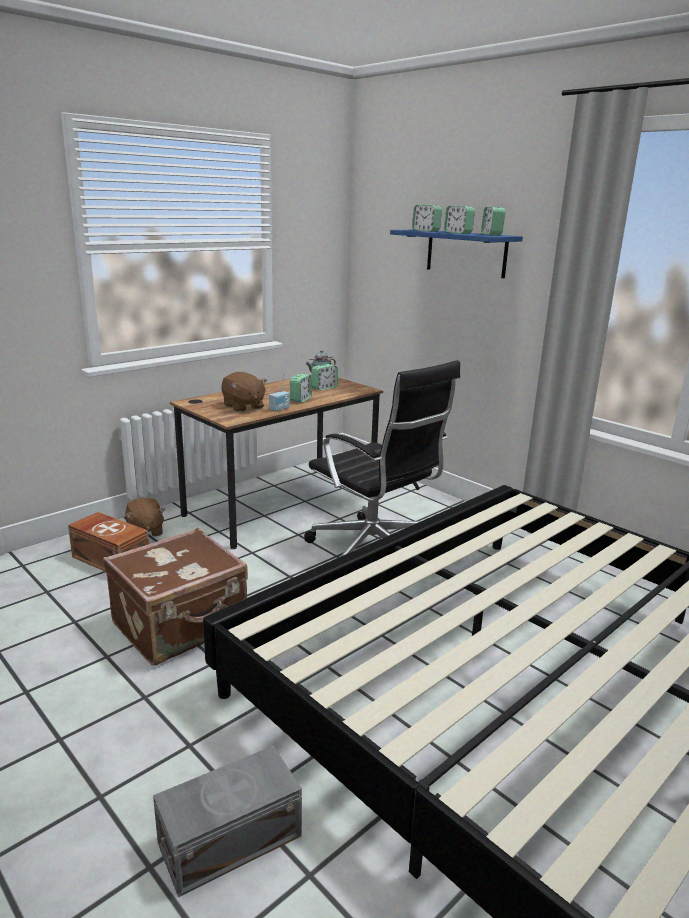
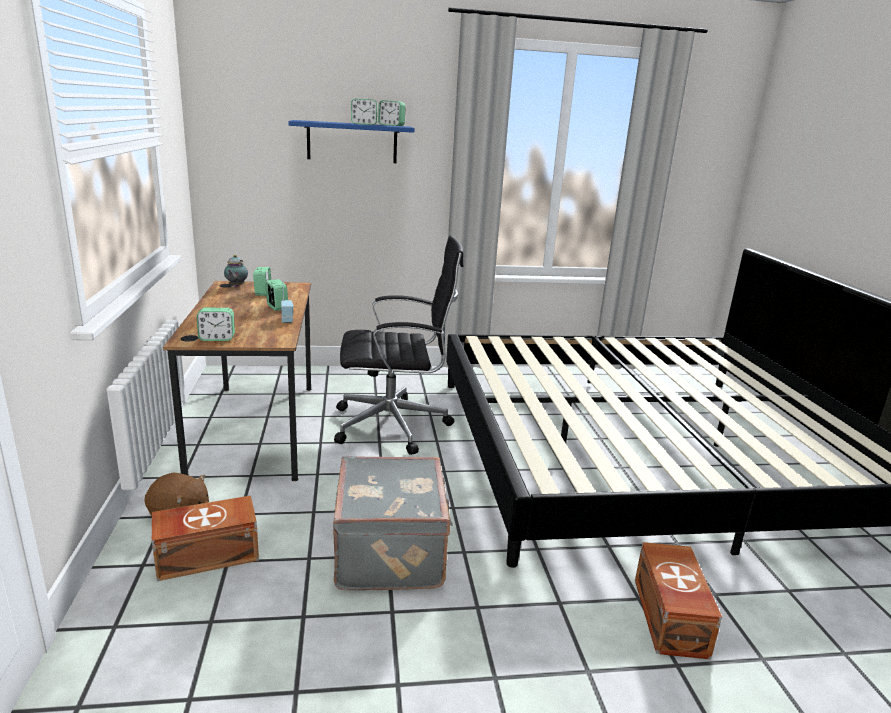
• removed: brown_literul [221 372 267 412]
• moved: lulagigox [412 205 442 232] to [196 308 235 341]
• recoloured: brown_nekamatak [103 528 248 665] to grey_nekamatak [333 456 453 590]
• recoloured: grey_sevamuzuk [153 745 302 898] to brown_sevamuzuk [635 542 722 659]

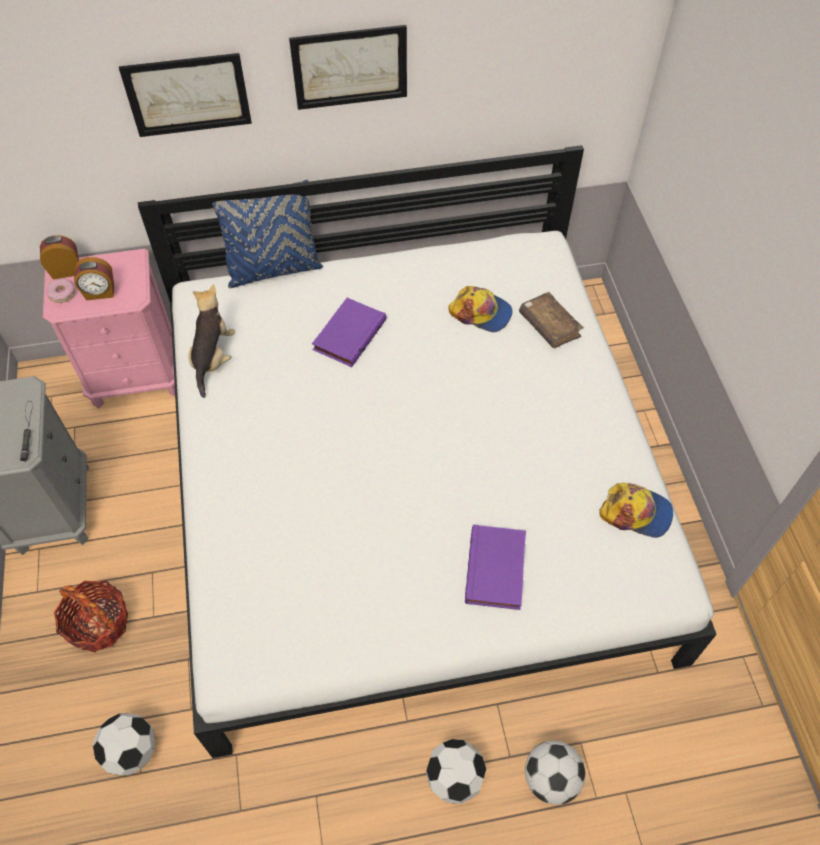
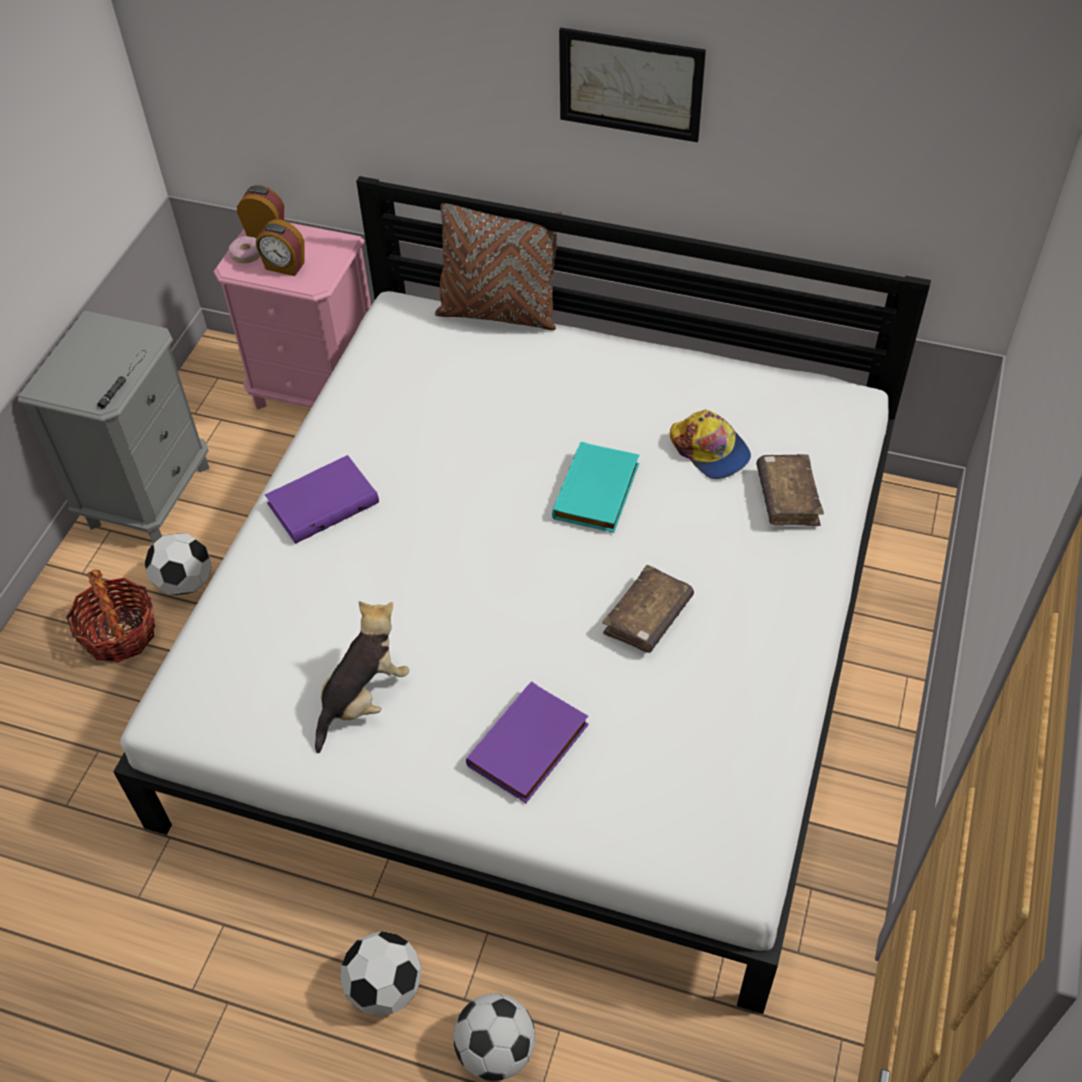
• removed: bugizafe [119 53 252 137]
• removed: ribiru [599 483 673 538]
• added: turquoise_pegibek [552 441 639 533]
• added: brown_pegibek [602 565 694 653]
• moved: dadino [93 713 155 775] to [145 533 212 595]
• moved: literul [188 285 235 398] to [315 601 409 753]
• moved: purple_pegibek [312 298 386 367] to [265 455 379 544]
• recoloured: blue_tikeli [212 180 323 288] to brown_tikeli [435 203 563 330]

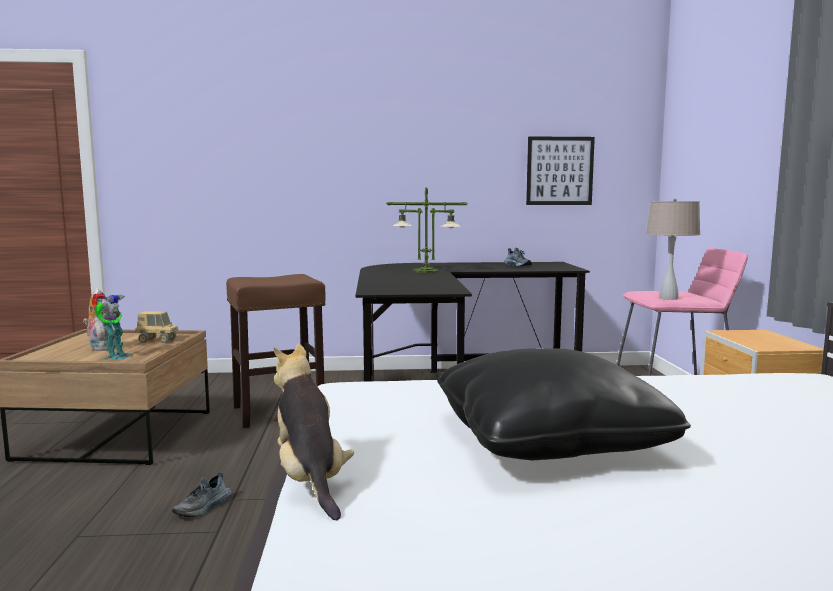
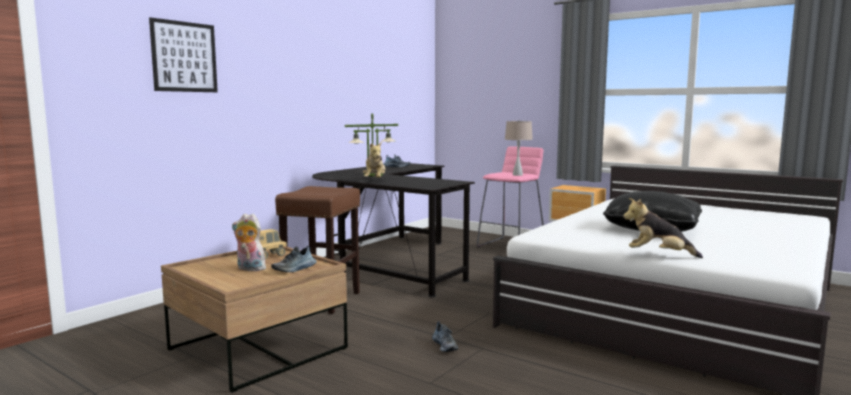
• added: literul [363 142 386 178]
• moved: bugizafe [526 136 595 205] to [149 17 218 92]
• replaced: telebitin [92 293 132 360] to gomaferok [271 246 317 272]

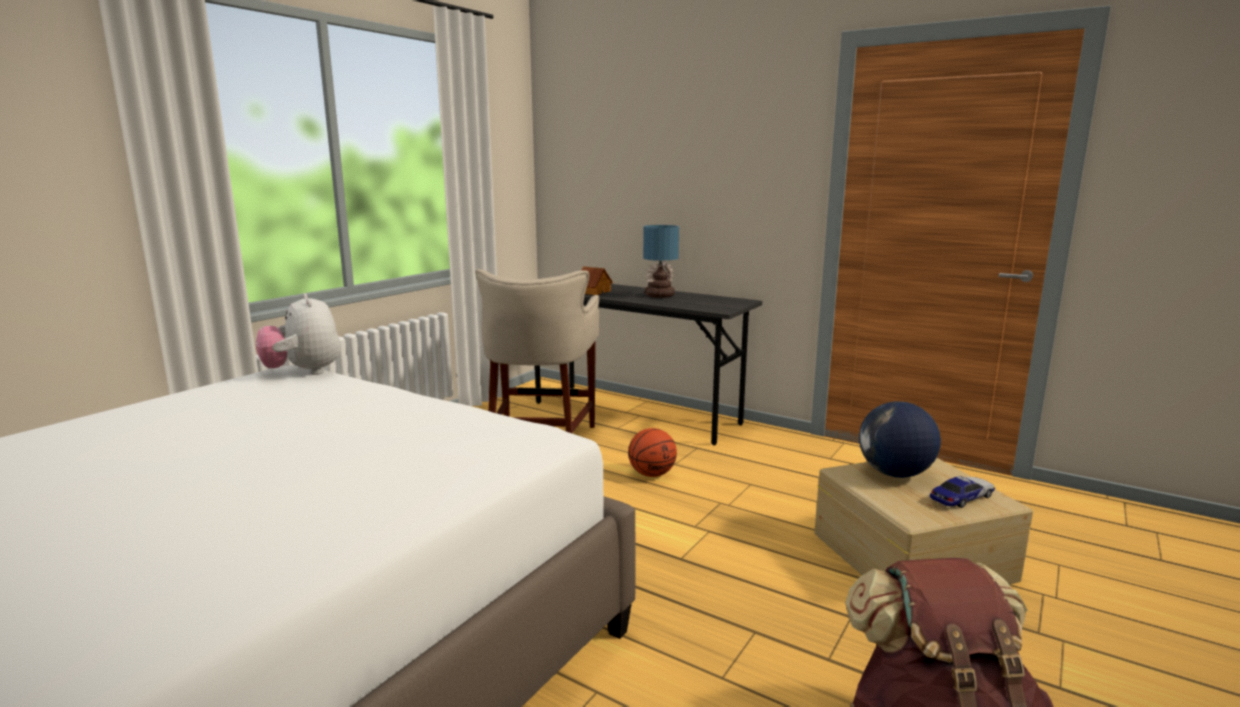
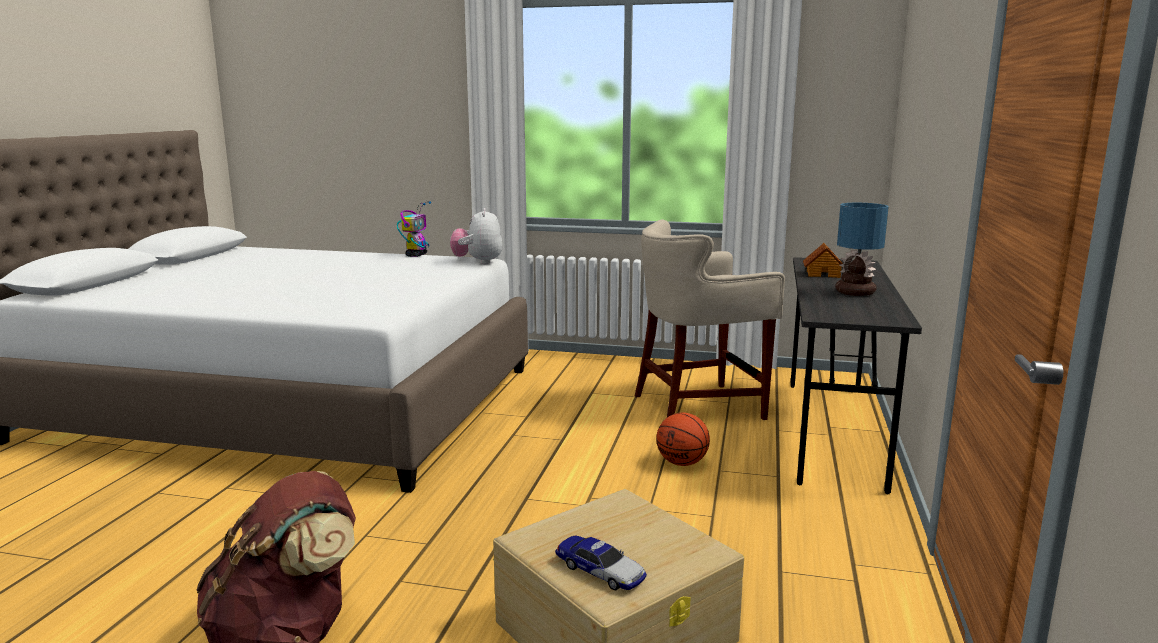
• removed: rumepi [859 401 941 478]
• added: telebitin [397 201 431 257]
• turned: literul [255 293 340 375] = [450 208 503 264] 45 degrees counterclockwise

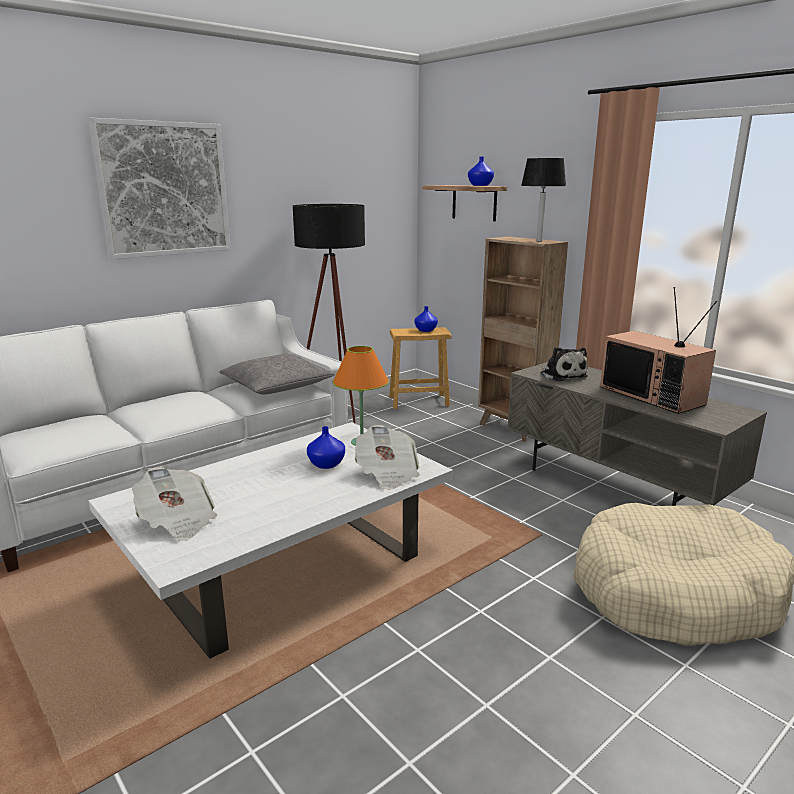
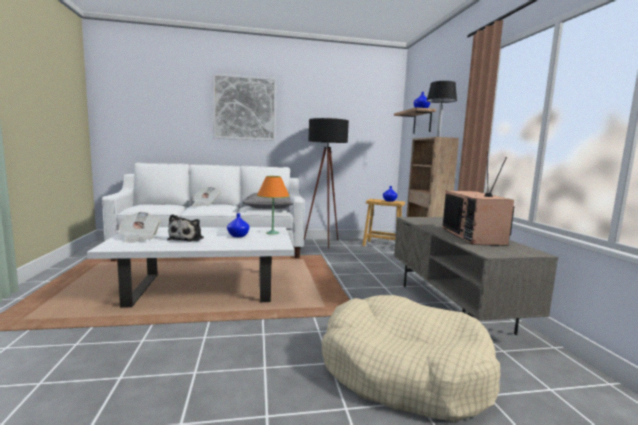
• moved: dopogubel [354 425 420 490] to [192 187 221 207]
• moved: literul [541 347 588 381] to [167 214 204 242]

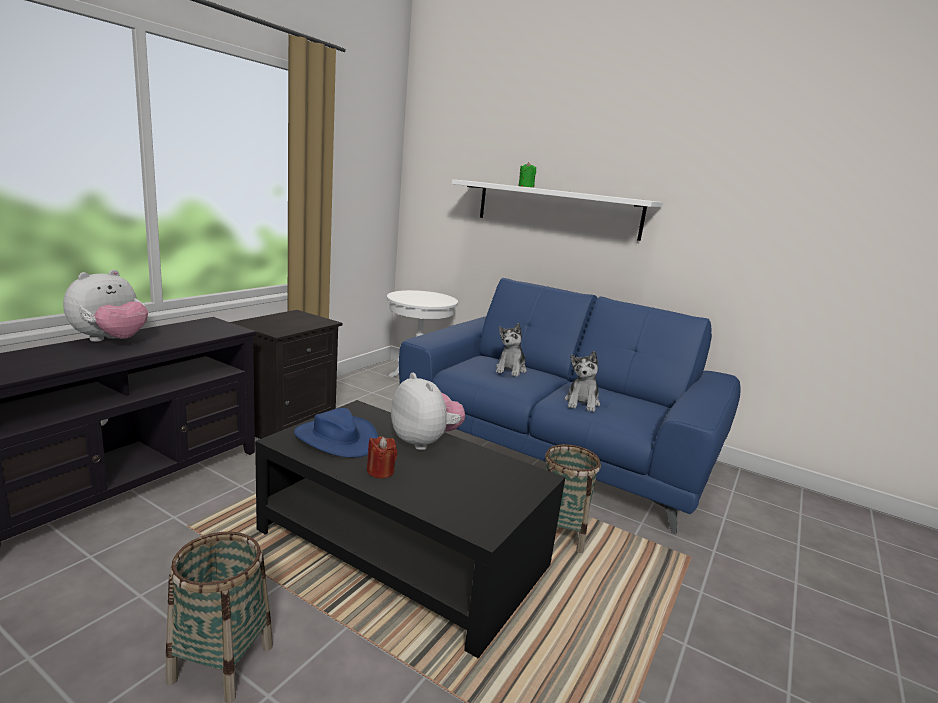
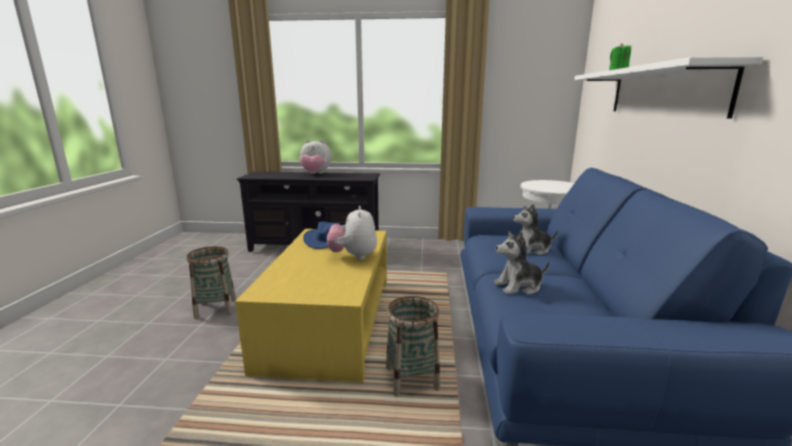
• removed: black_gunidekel [230 310 343 439]
• removed: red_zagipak [367 436 397 479]
• recoloured: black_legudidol [255 400 565 659] to yellow_legudidol [235 229 387 383]
• turned: literul [391 373 465 450] = [327 206 377 260] 150 degrees clockwise

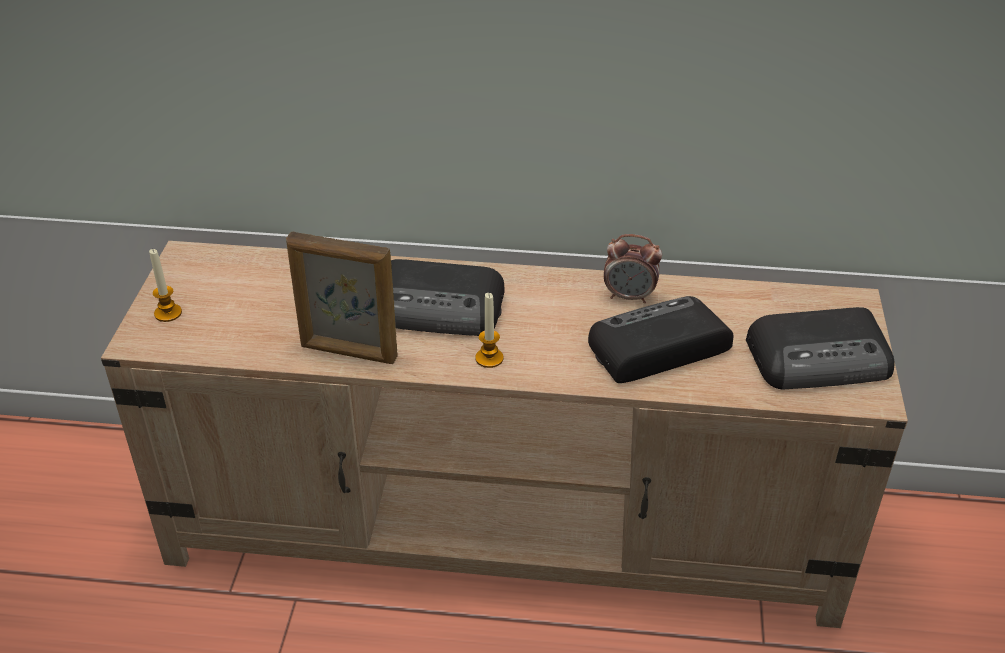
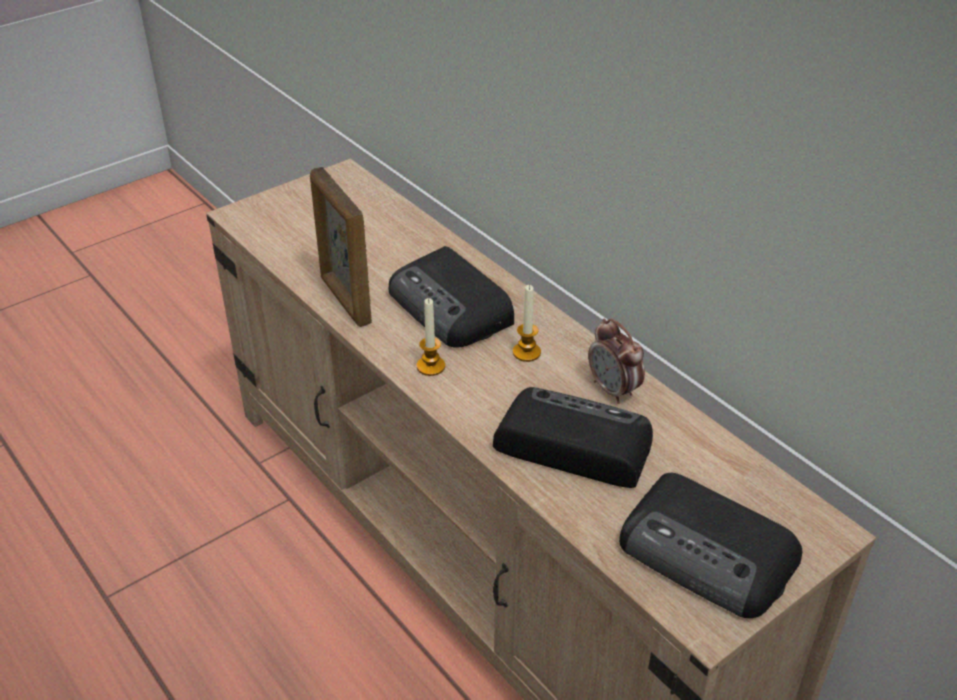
• moved: zagipak [149 248 182 322] to [513 285 541 362]

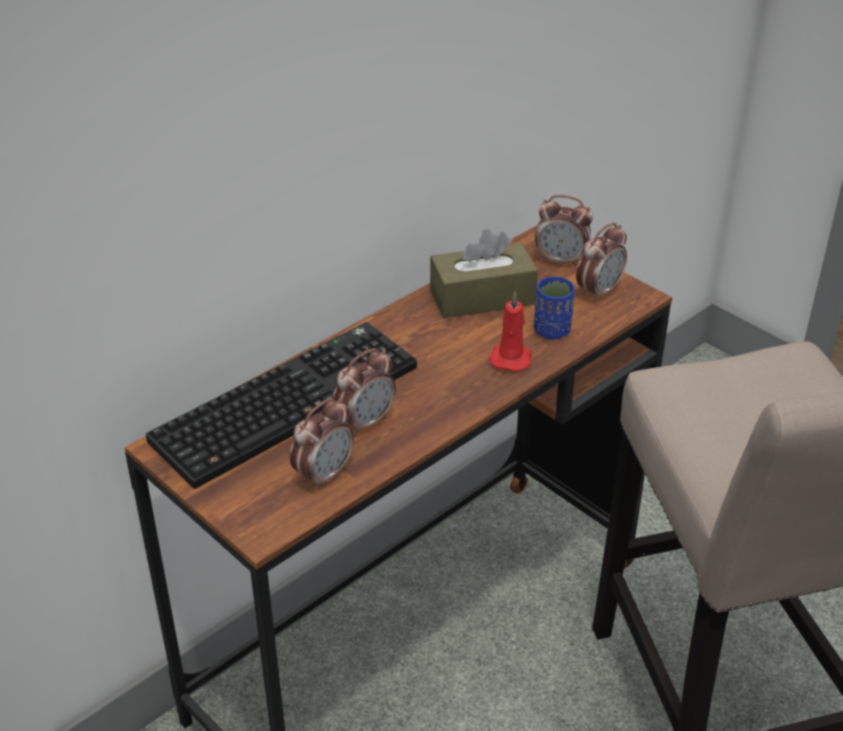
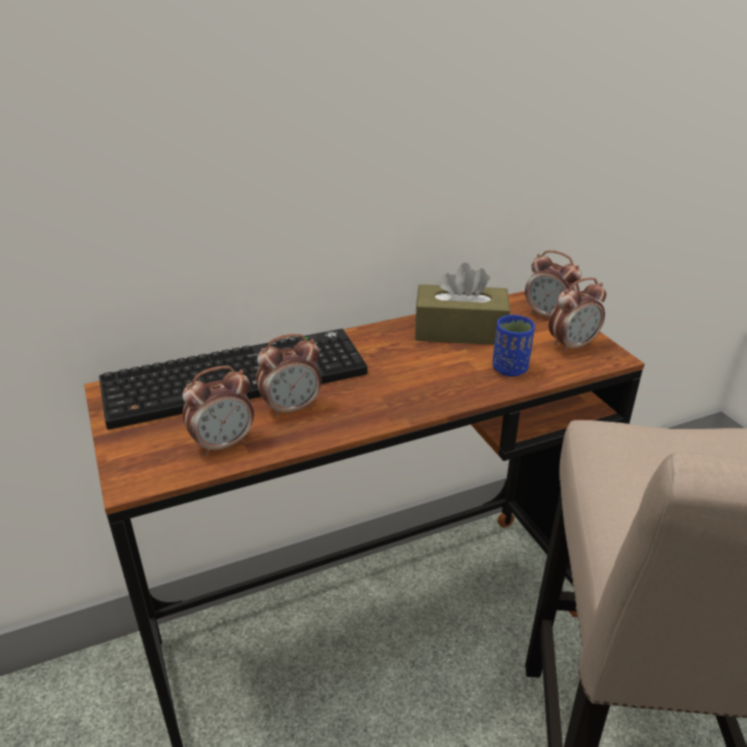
• removed: red_zagipak [489 291 532 372]

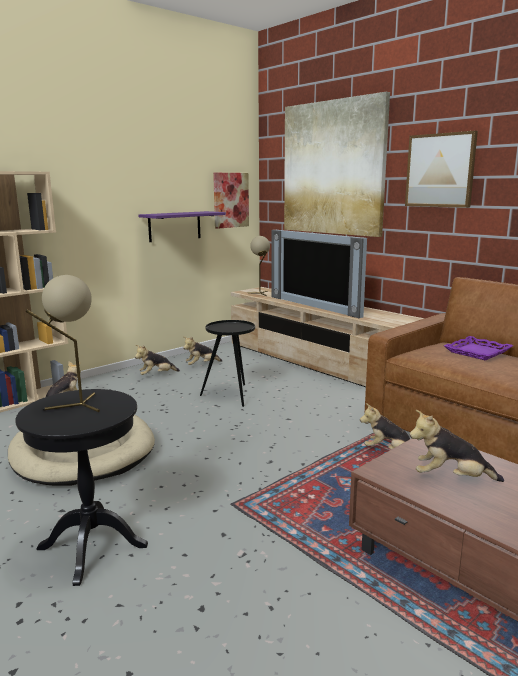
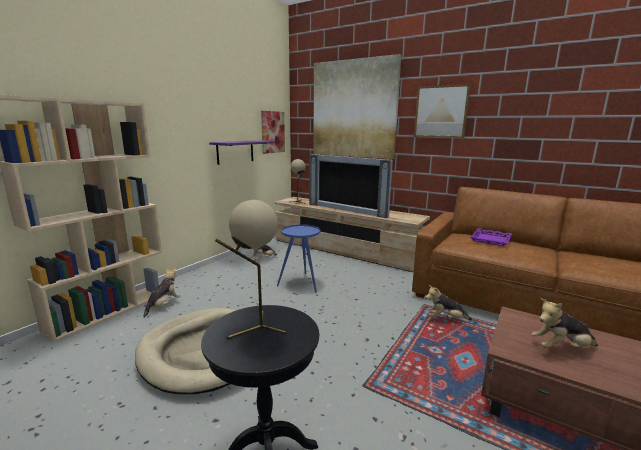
• removed: literul [135 345 180 375]
• recoloured: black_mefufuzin [200 320 255 407] to blue_mefufuzin [277 224 320 292]

